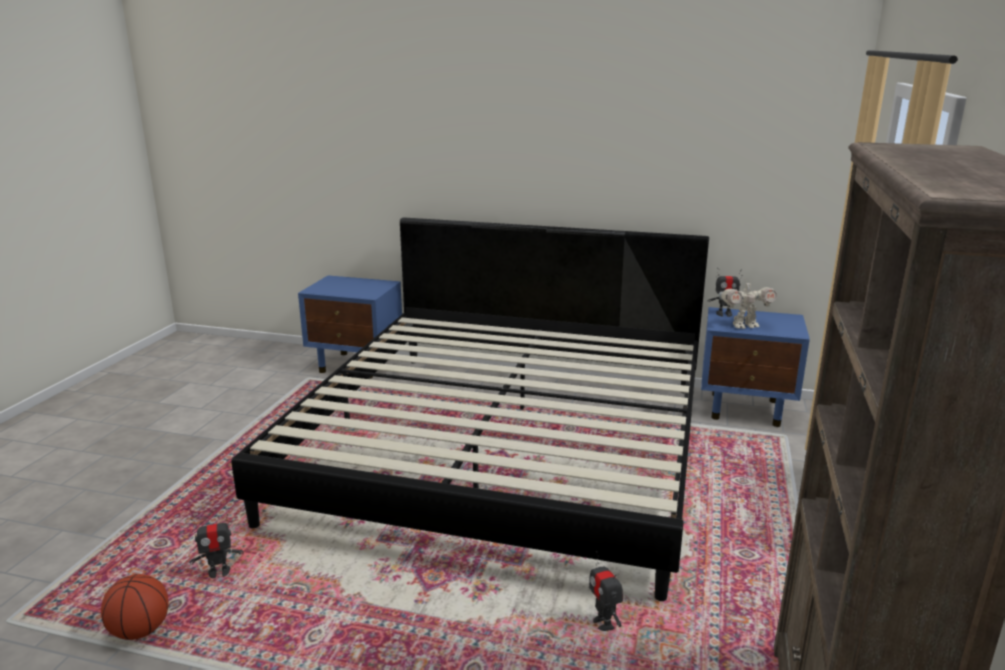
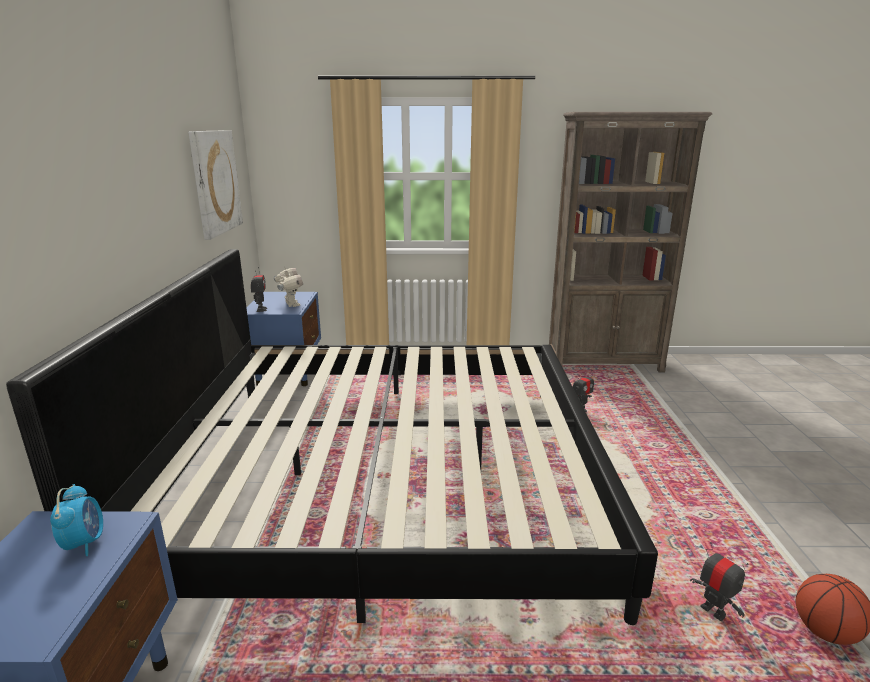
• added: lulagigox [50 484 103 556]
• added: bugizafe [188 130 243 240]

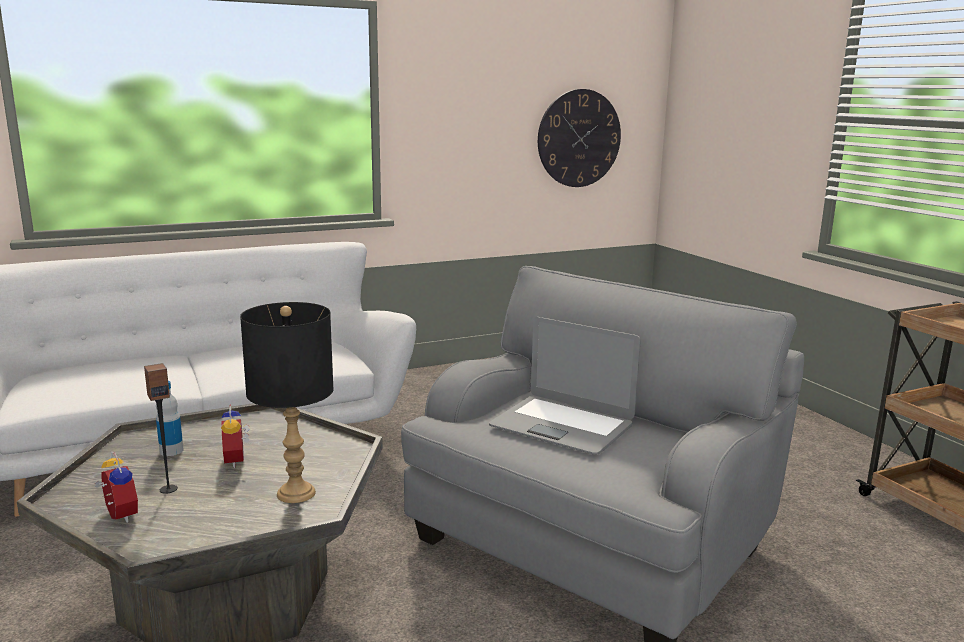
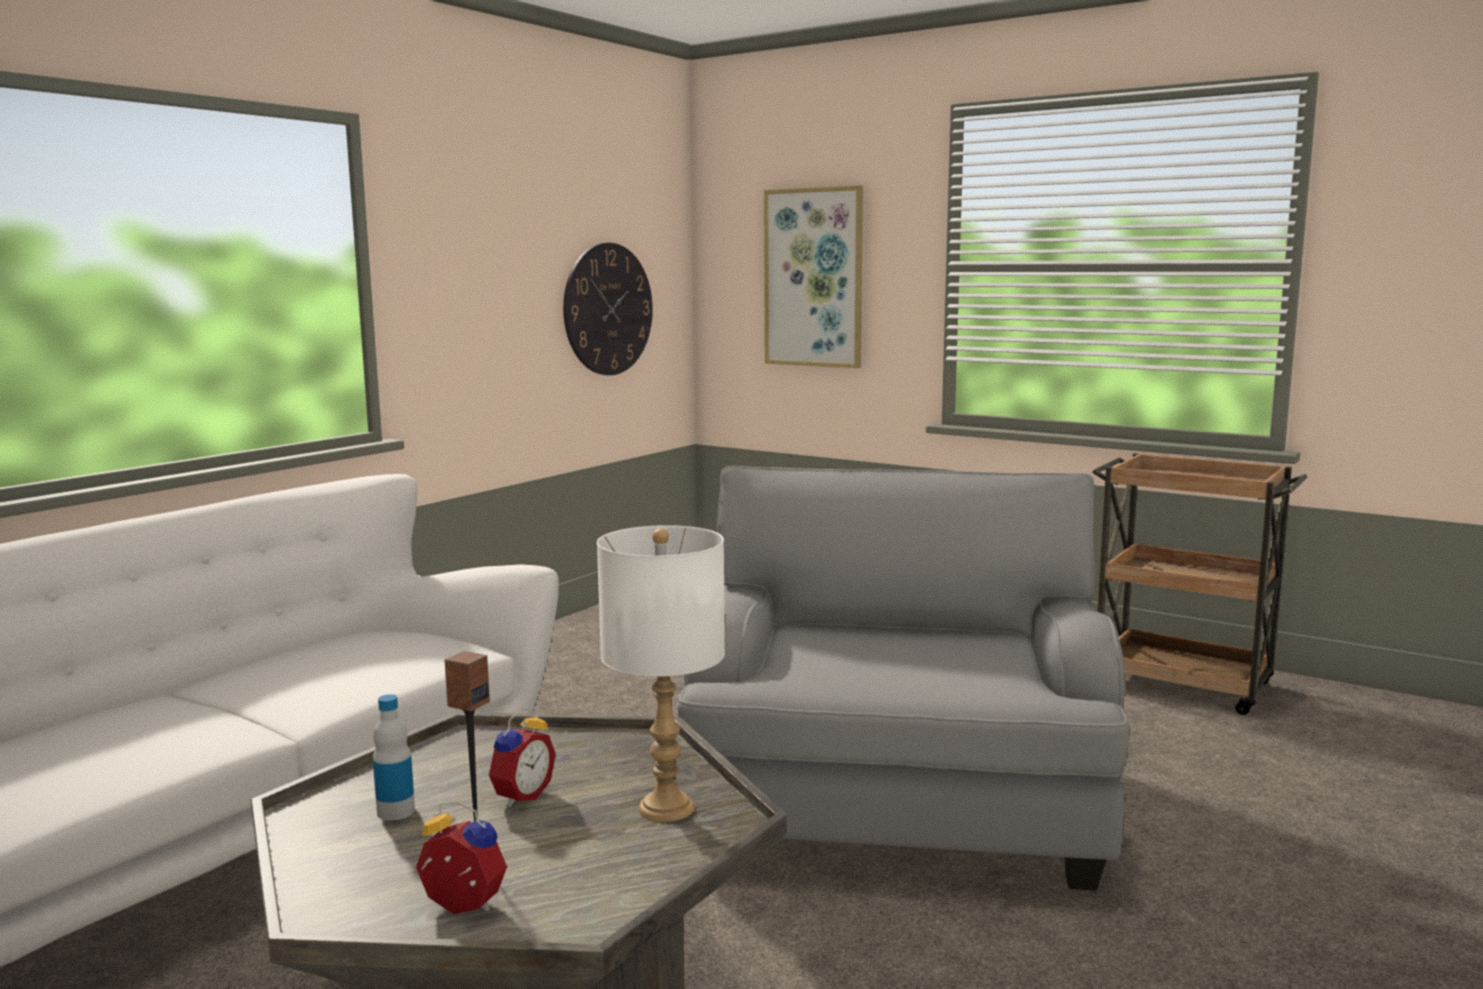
• removed: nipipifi [489 317 641 455]
• added: bugizafe [764 185 863 368]
• recoloured: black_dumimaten [240 302 334 503] to white_dumimaten [597 525 725 822]
• turned: lulagigox [221 404 250 468] = [489 707 556 807] 105 degrees counterclockwise

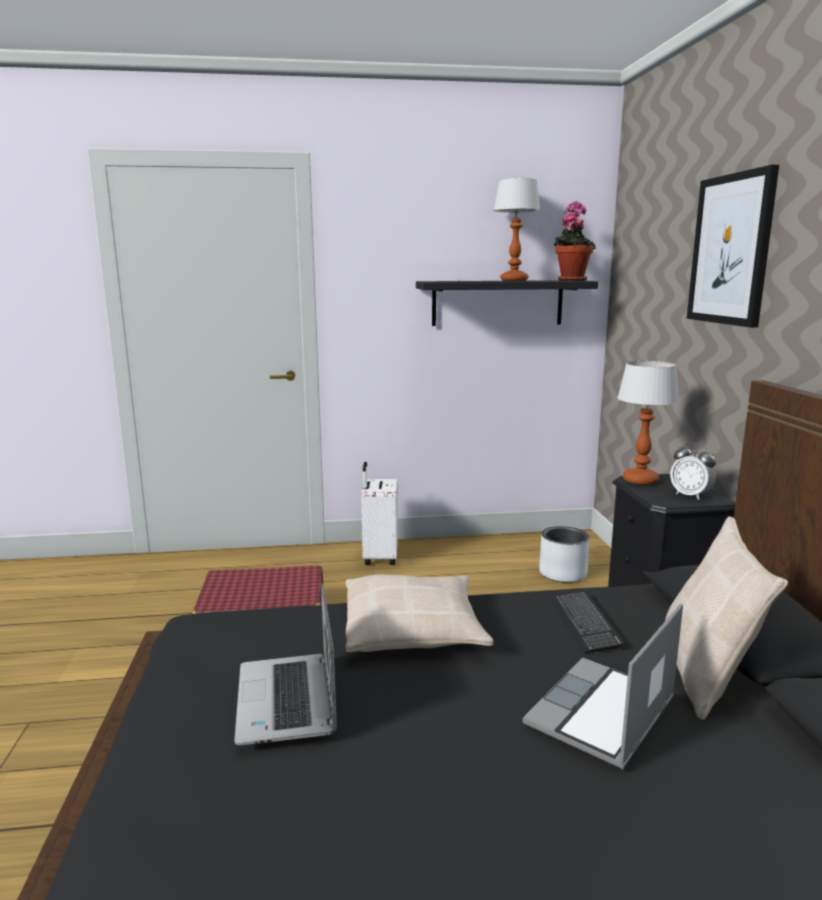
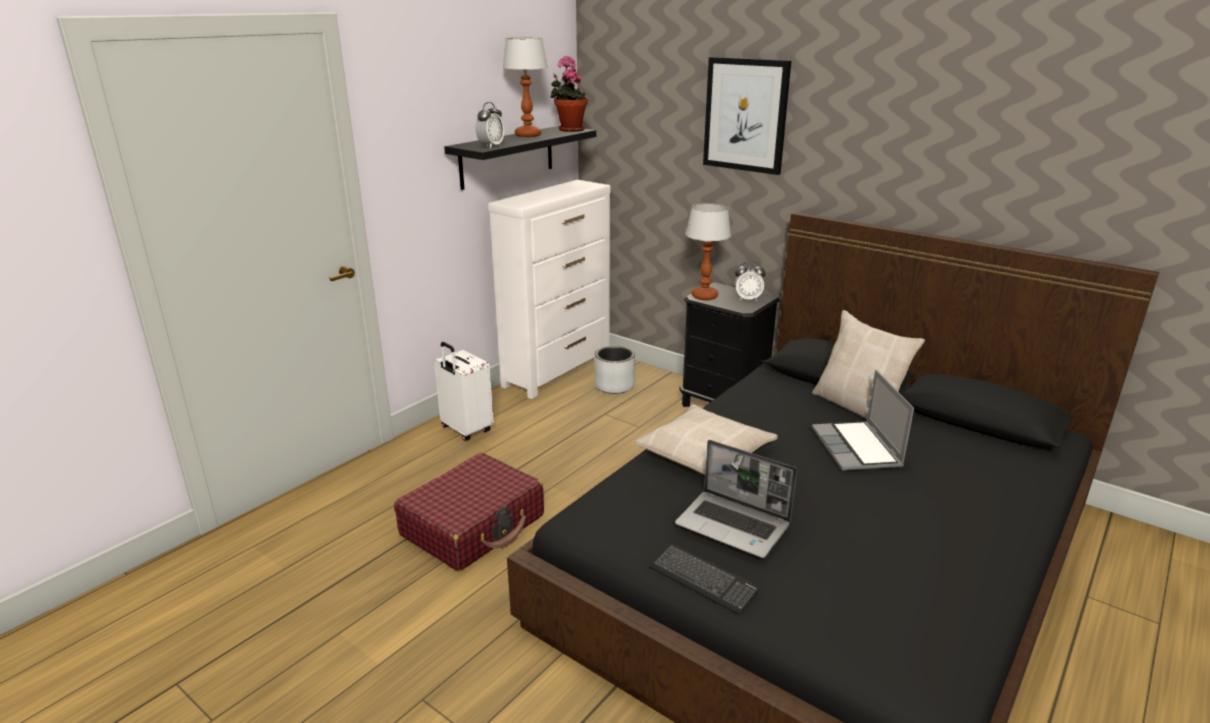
• added: lulagigox [475 102 504 148]
• added: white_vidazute [488 180 611 399]
• moved: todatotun [551 591 625 653] to [650 544 760 615]

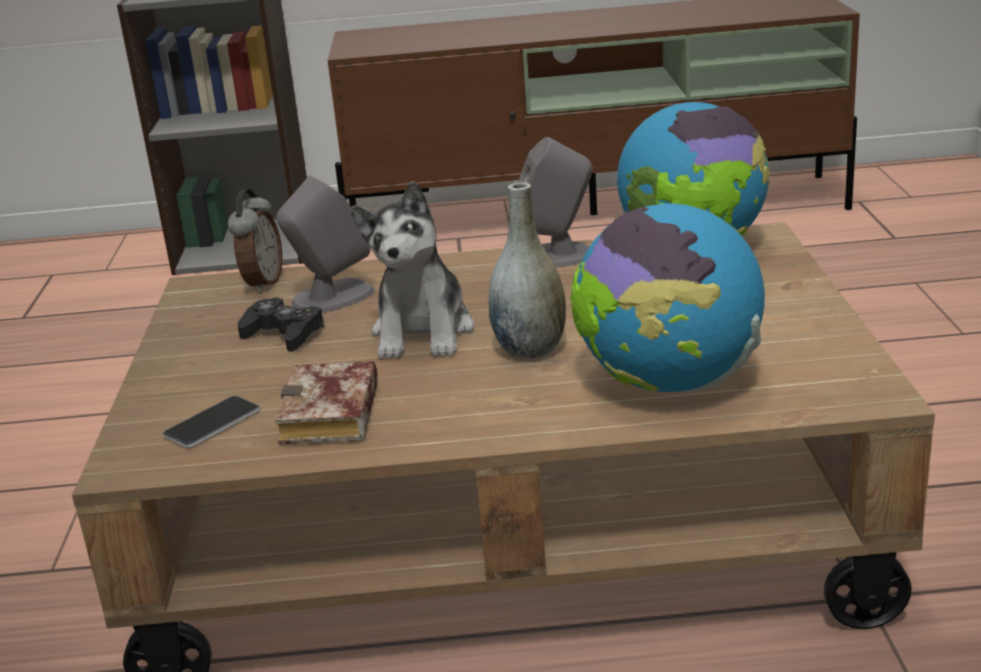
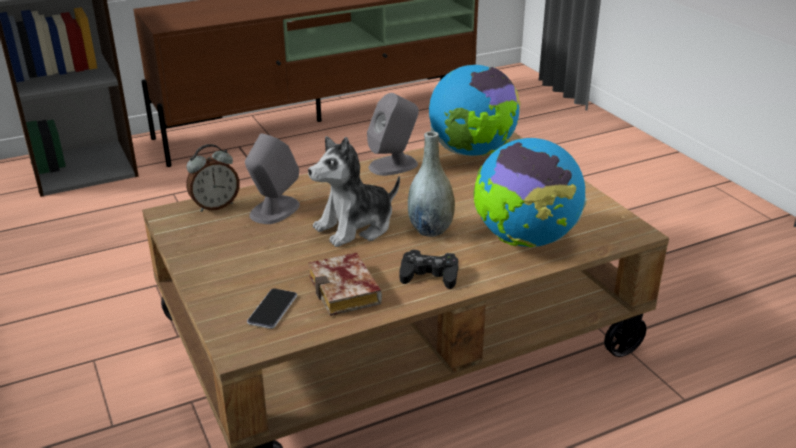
• moved: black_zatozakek [237 298 325 352] to [400 250 458 289]
• turned: lulagigox [228 189 282 293] = [186 144 240 212] 75 degrees clockwise
• turned: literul [351 181 474 359] = [308 136 400 247] 75 degrees clockwise

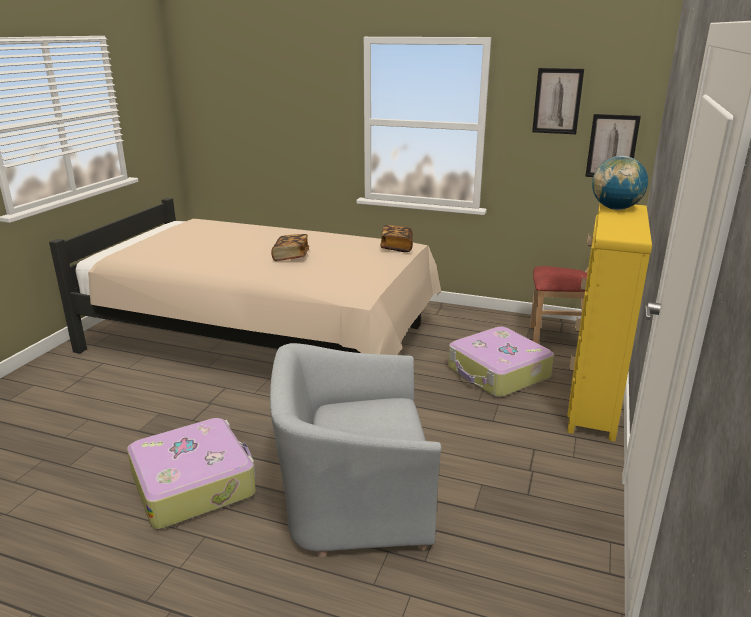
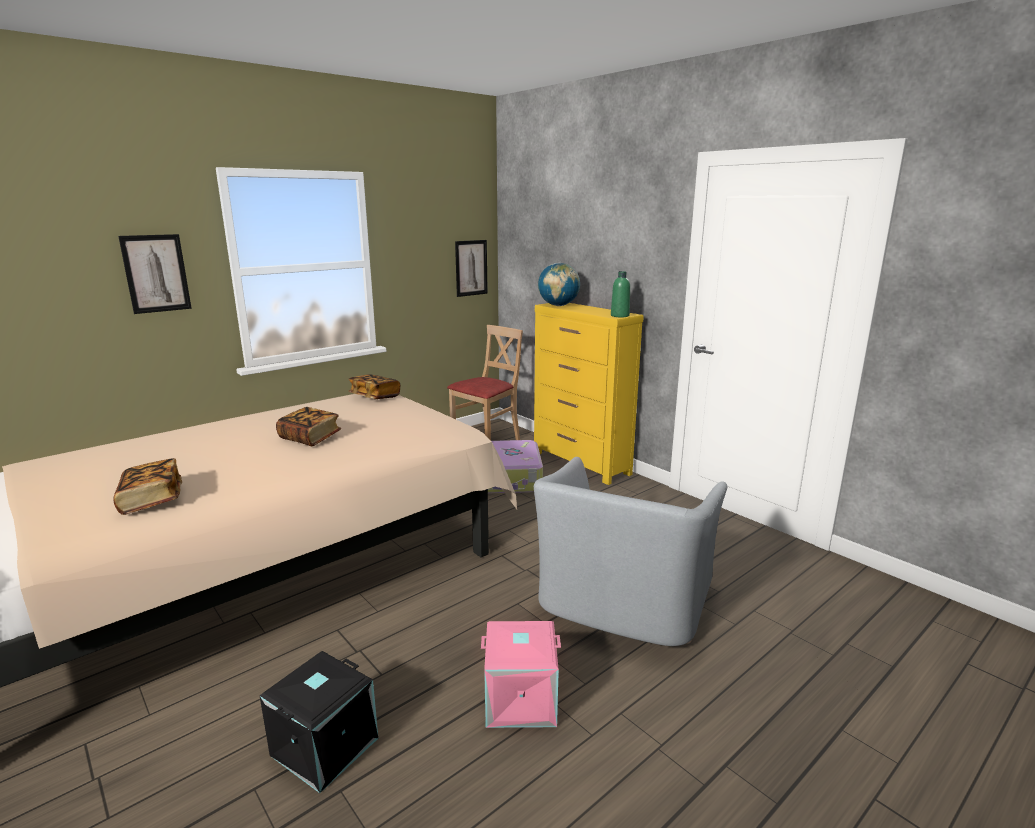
• added: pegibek [113 458 182 515]
• added: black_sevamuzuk [260 651 378 793]
• added: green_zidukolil [611 271 630 317]
• moved: bugizafe [532 68 584 134] to [118 234 192 314]
• replaced: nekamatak [127 418 256 529] to pink_sevamuzuk [481 621 561 728]

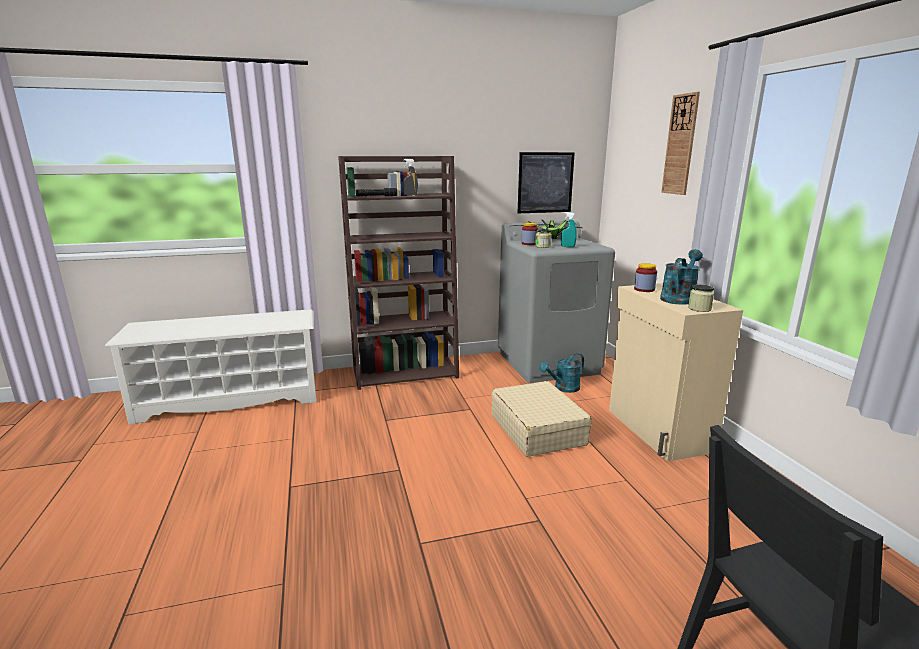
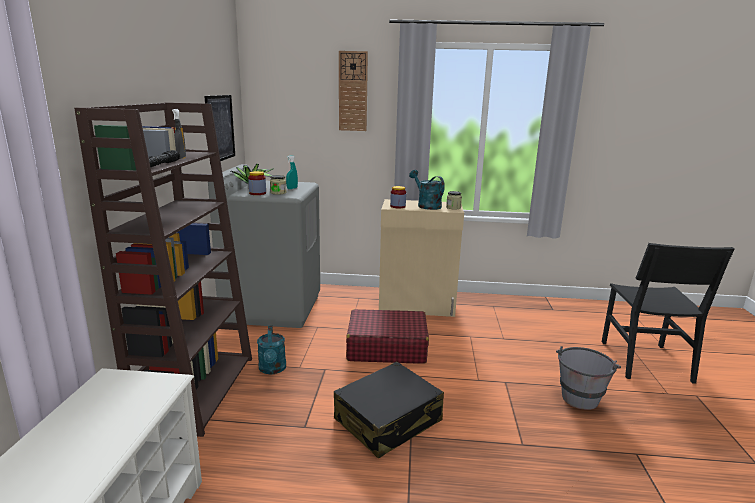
• added: black_nekamatak [334 362 444 458]
• added: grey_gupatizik [556 346 621 410]
• moved: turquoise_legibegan [539 353 584 393] to [257 326 286 374]
• recoloured: beige_nekamatak [491 381 592 457] to red_nekamatak [346 309 429 364]

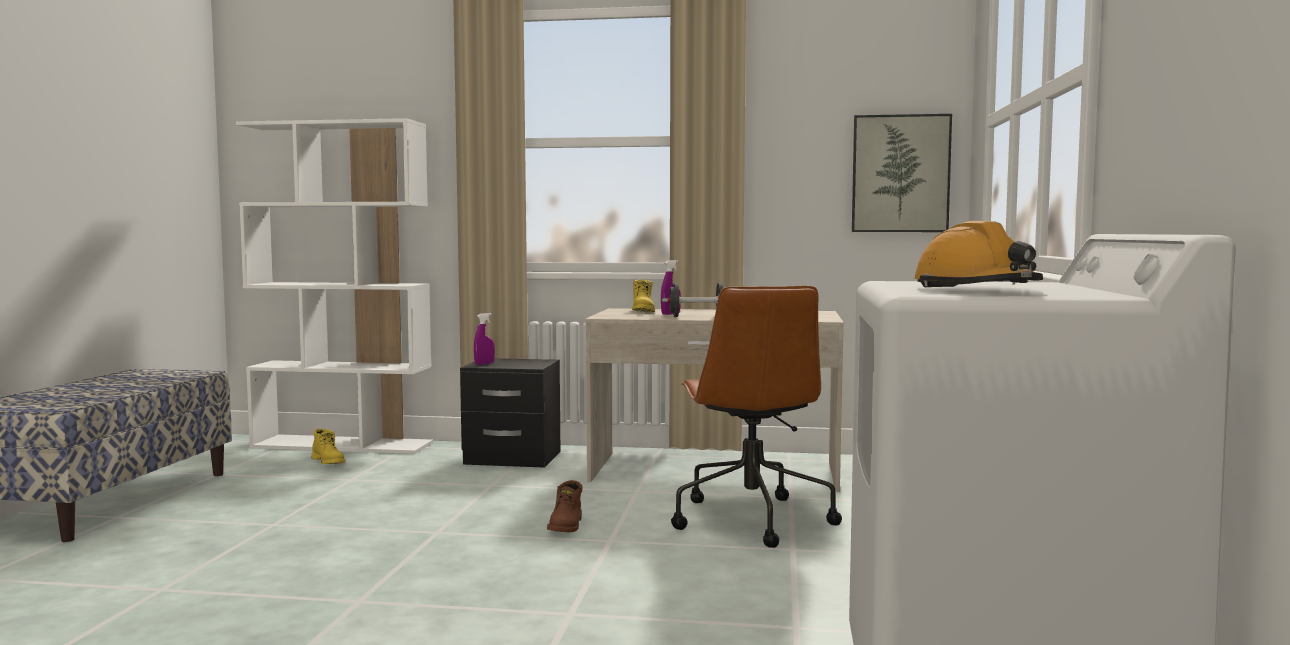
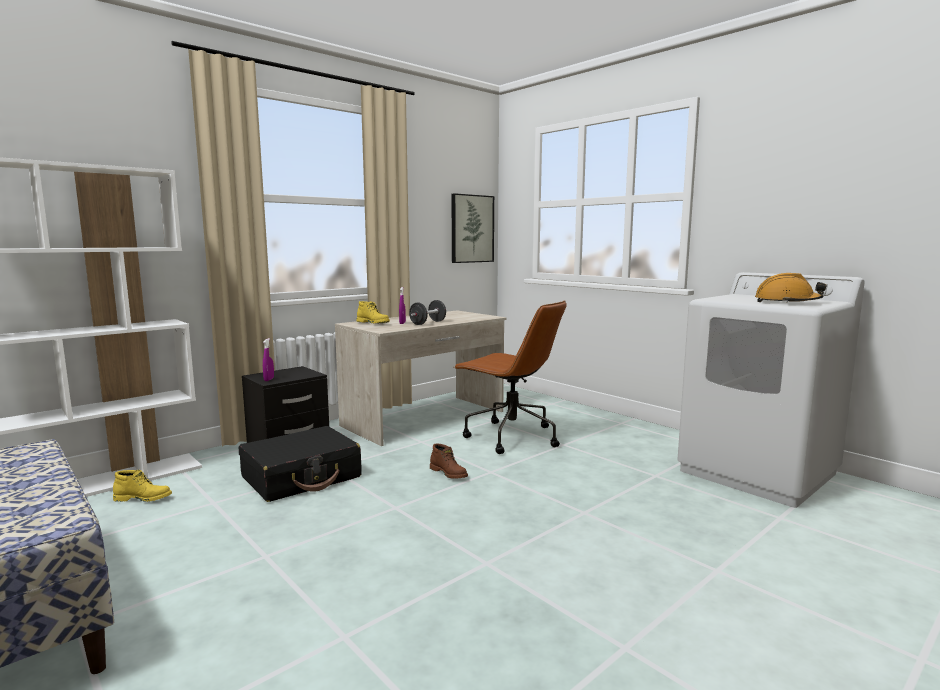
• added: black_nekamatak [239 426 362 502]

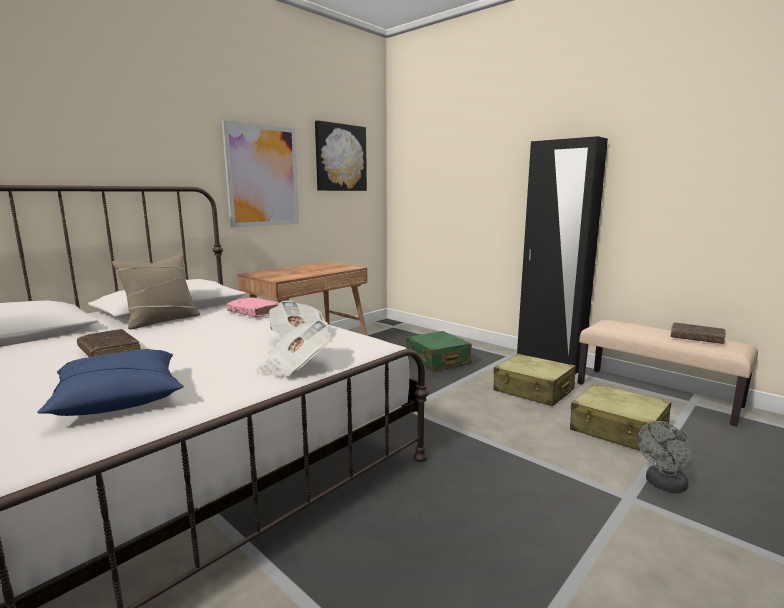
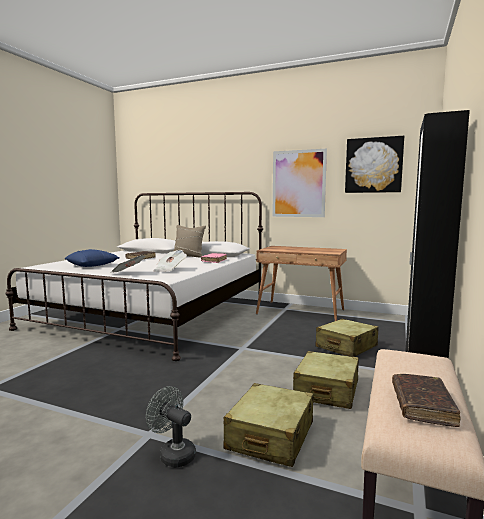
• recoloured: green_nekamatak [406 331 472 371] to beige_nekamatak [316 319 378 357]

